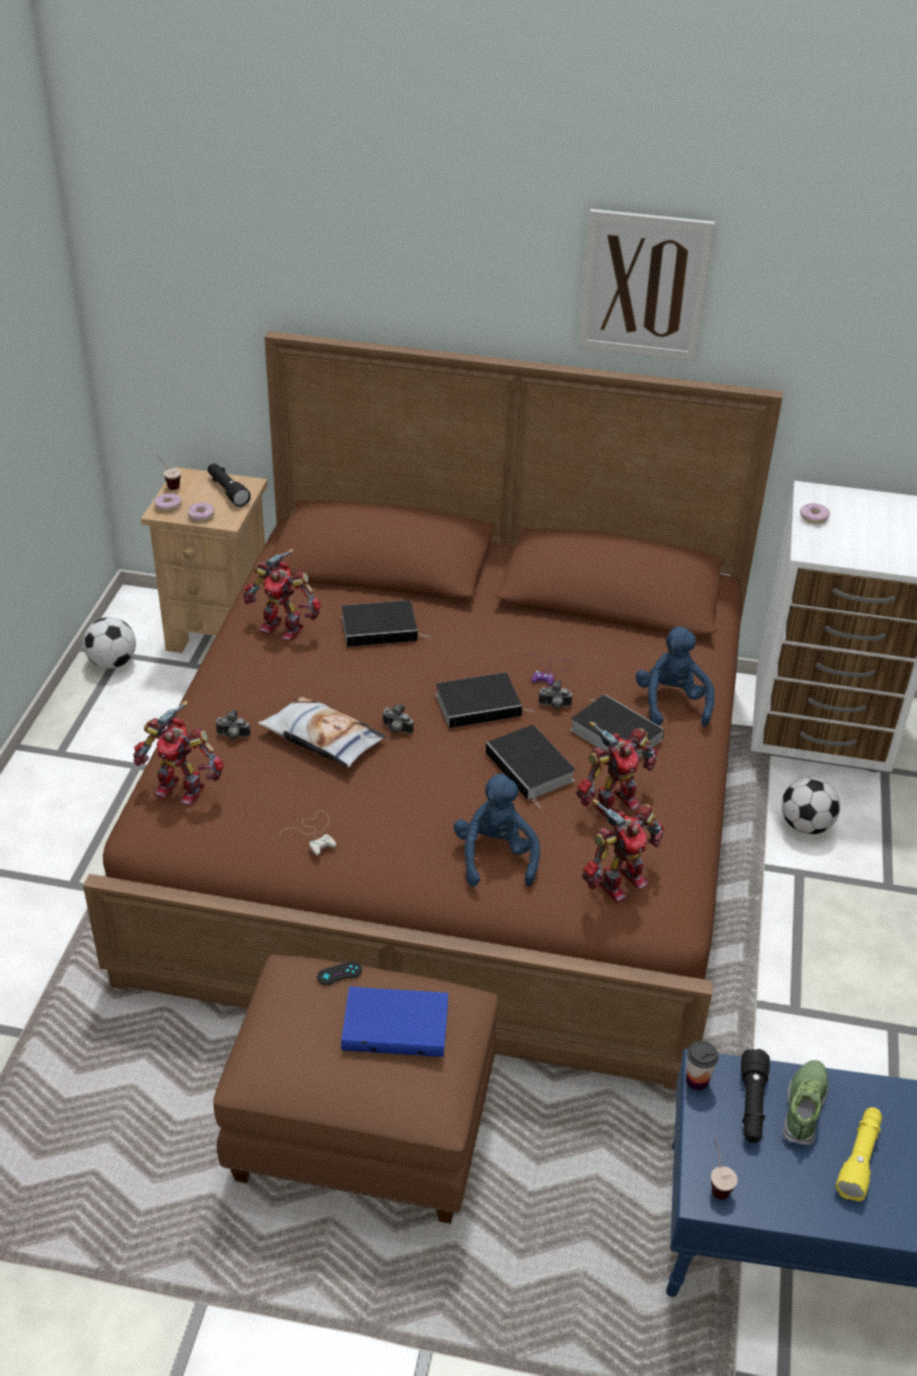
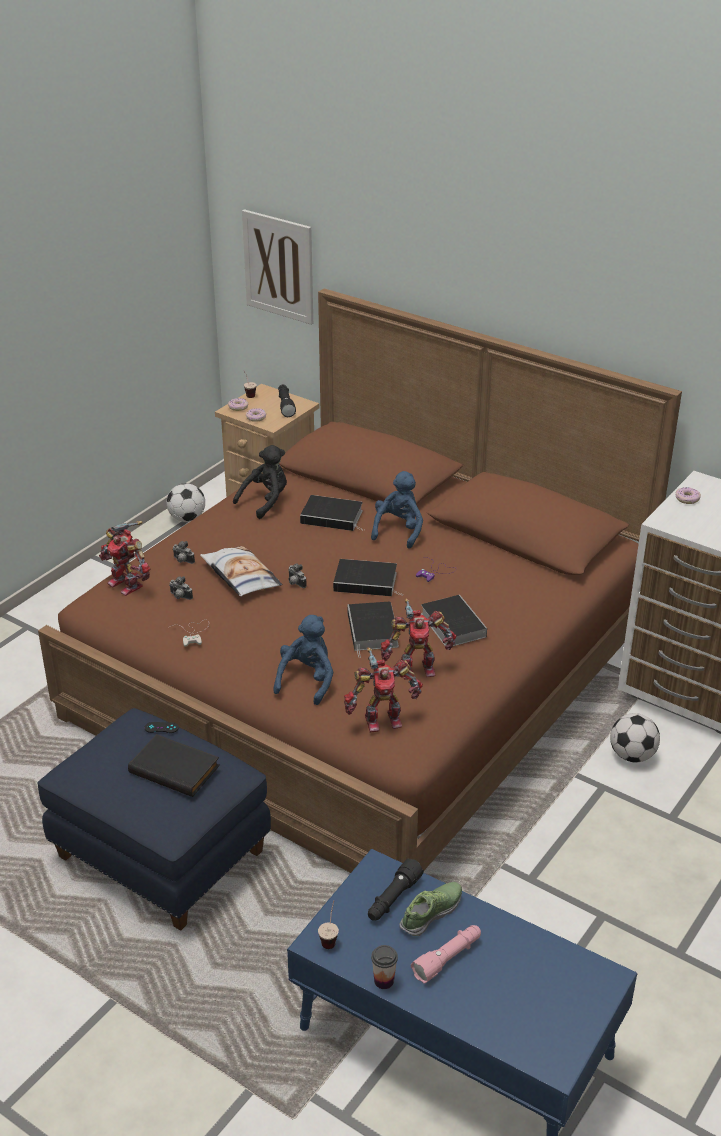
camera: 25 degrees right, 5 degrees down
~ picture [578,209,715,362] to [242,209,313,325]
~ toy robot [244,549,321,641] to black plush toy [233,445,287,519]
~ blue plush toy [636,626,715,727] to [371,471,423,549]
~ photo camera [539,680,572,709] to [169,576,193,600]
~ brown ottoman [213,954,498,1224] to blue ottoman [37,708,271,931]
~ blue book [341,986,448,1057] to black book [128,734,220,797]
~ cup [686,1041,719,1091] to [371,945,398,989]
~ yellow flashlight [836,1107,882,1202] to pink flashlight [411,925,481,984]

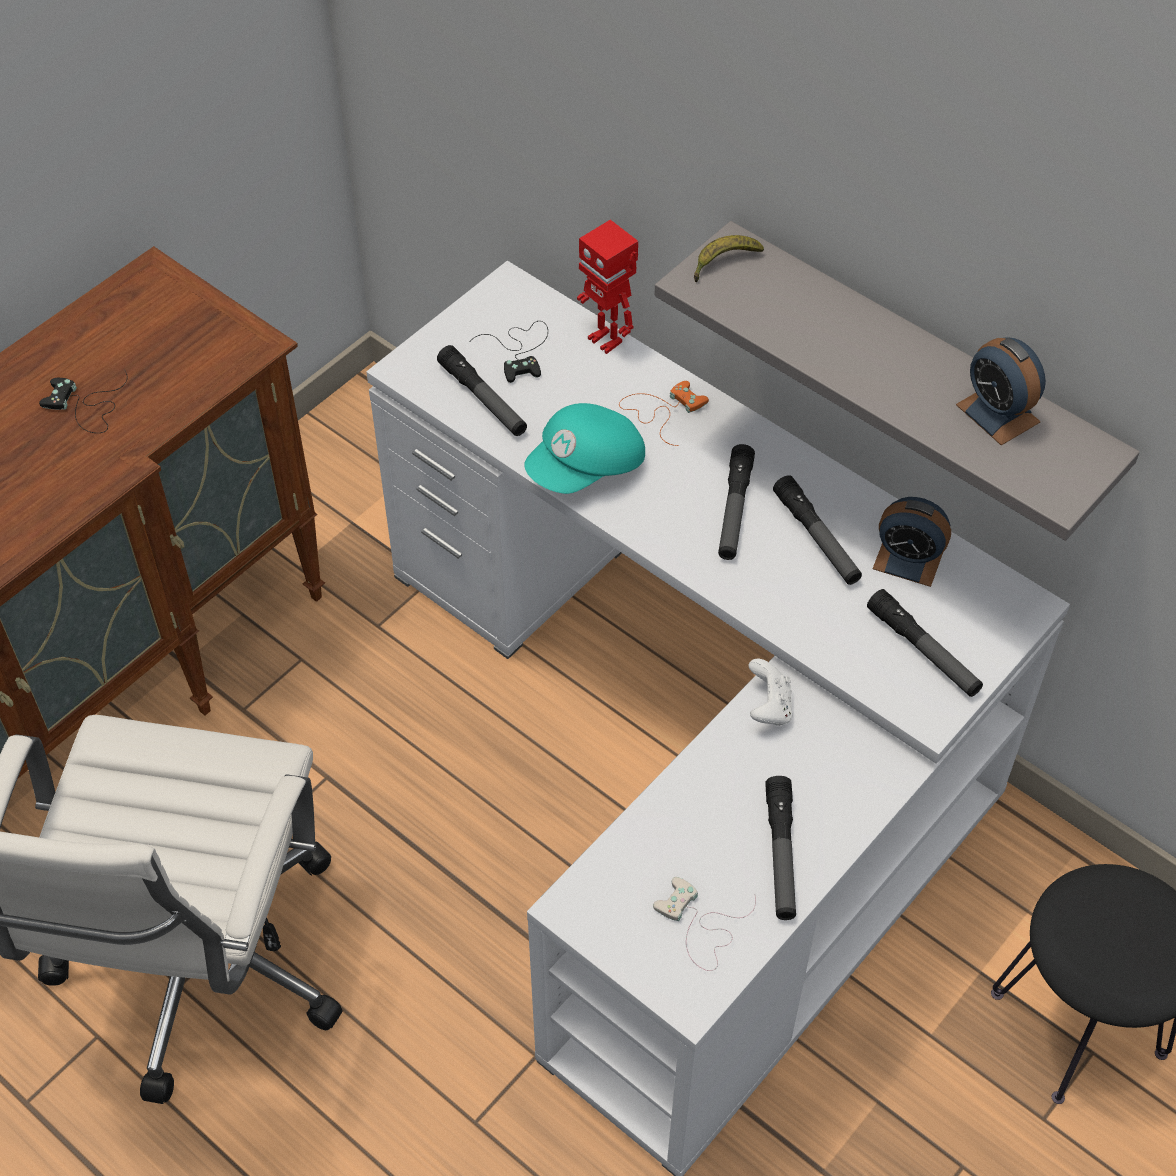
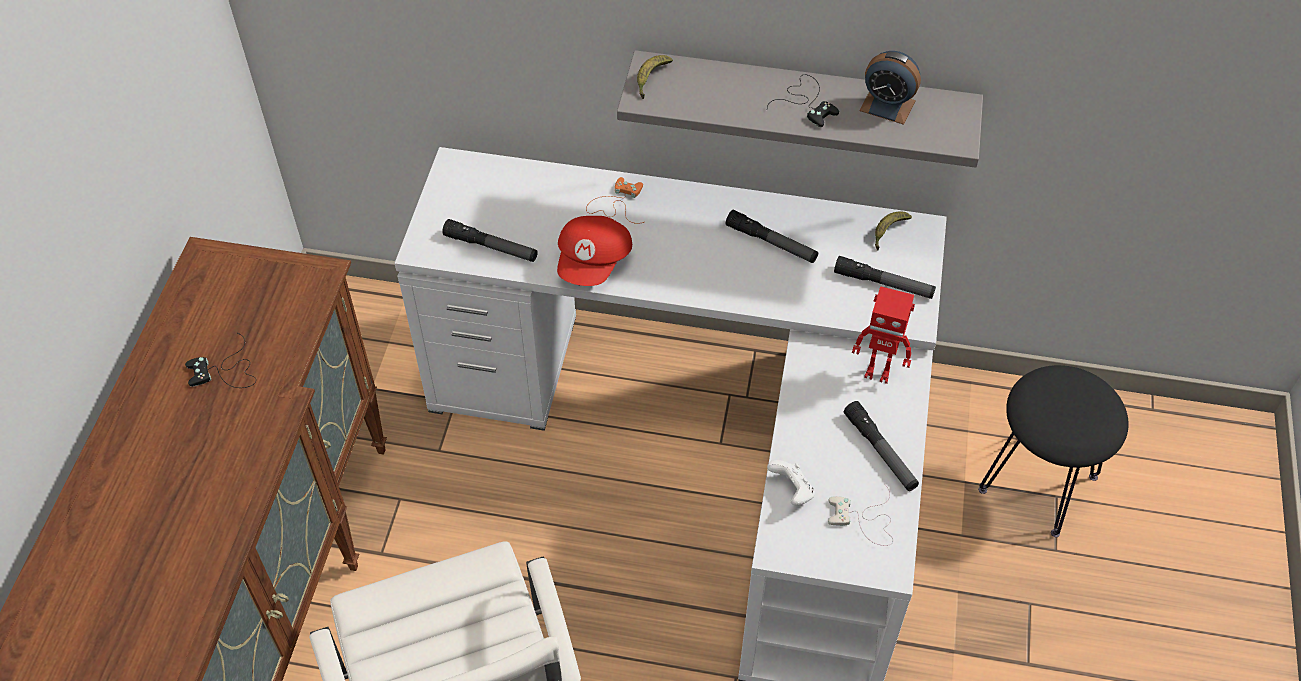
camera: 30 degrees left, 0 degrees up
~ toy robot [577,220,638,354] to [852,286,915,384]
~ black game controller [469,321,548,383] to [767,74,839,127]
~ turquoise cap [524,403,645,494] to red cap [557,216,632,286]
- flashlight [718,444,755,560]
- alarm clock [873,497,951,587]
~ white game controller [749,658,793,726] to [767,460,815,506]
+ banana [875,211,912,251]

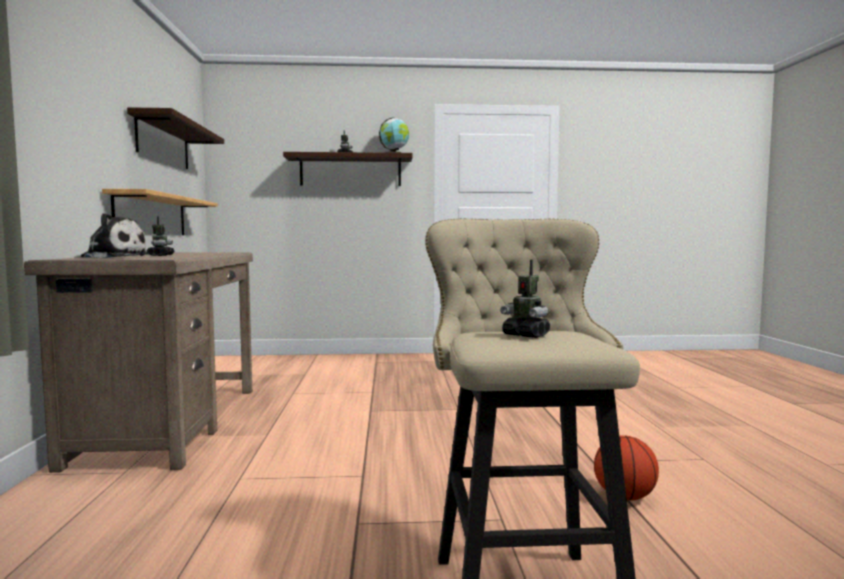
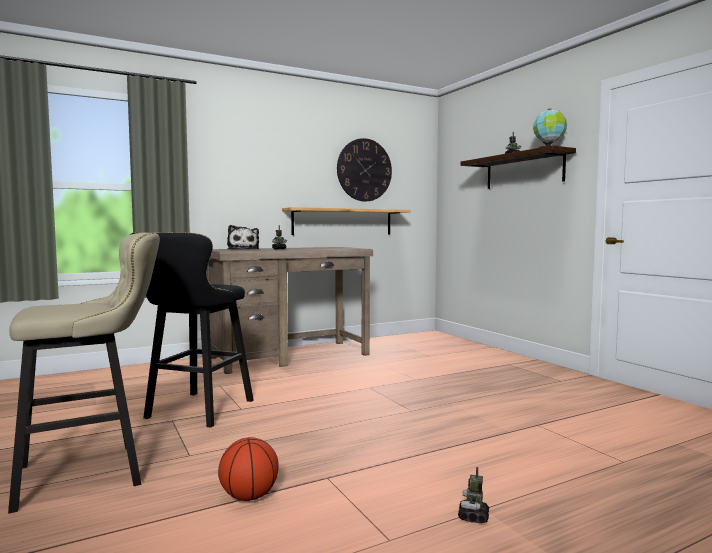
camera: 65 degrees right, 0 degrees up
~ shelf [127,107,224,169] to wall clock [337,138,392,202]
~ toy robot [500,259,550,338] to [458,467,489,523]
+ black stool [130,232,254,428]

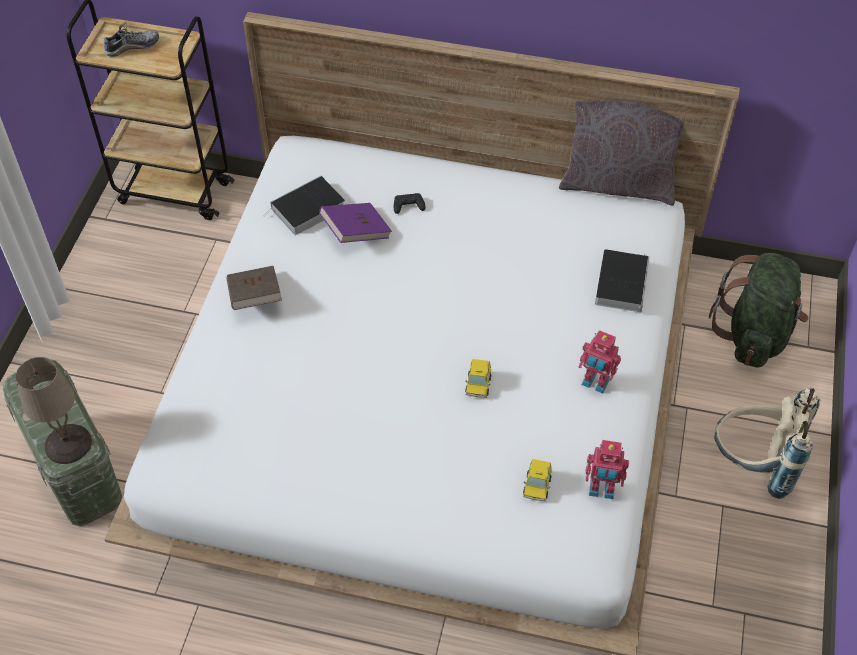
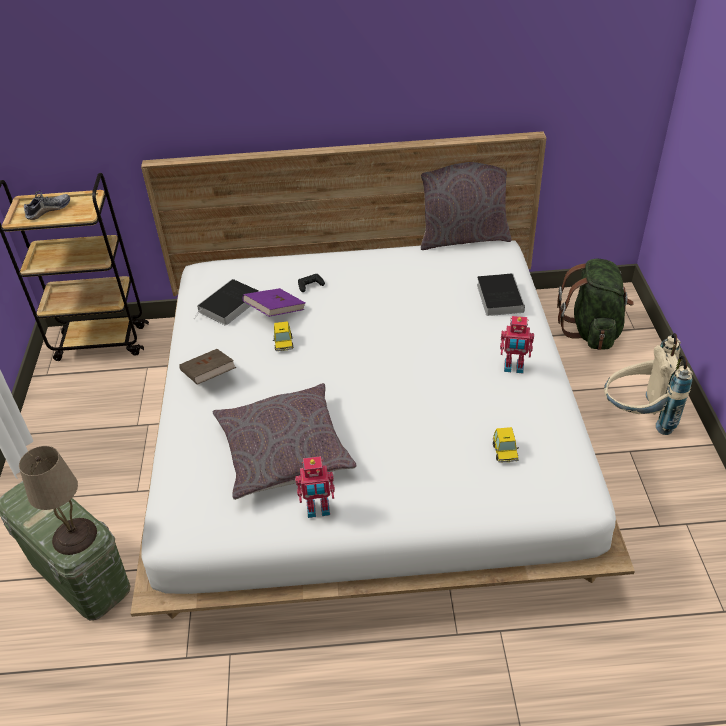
camera: 15 degrees left, 10 degrees down
~ toy car [465,359,491,398] to [273,321,294,351]
~ toy robot [585,440,629,499] to [295,456,335,518]
+ grey pillow [213,383,357,500]

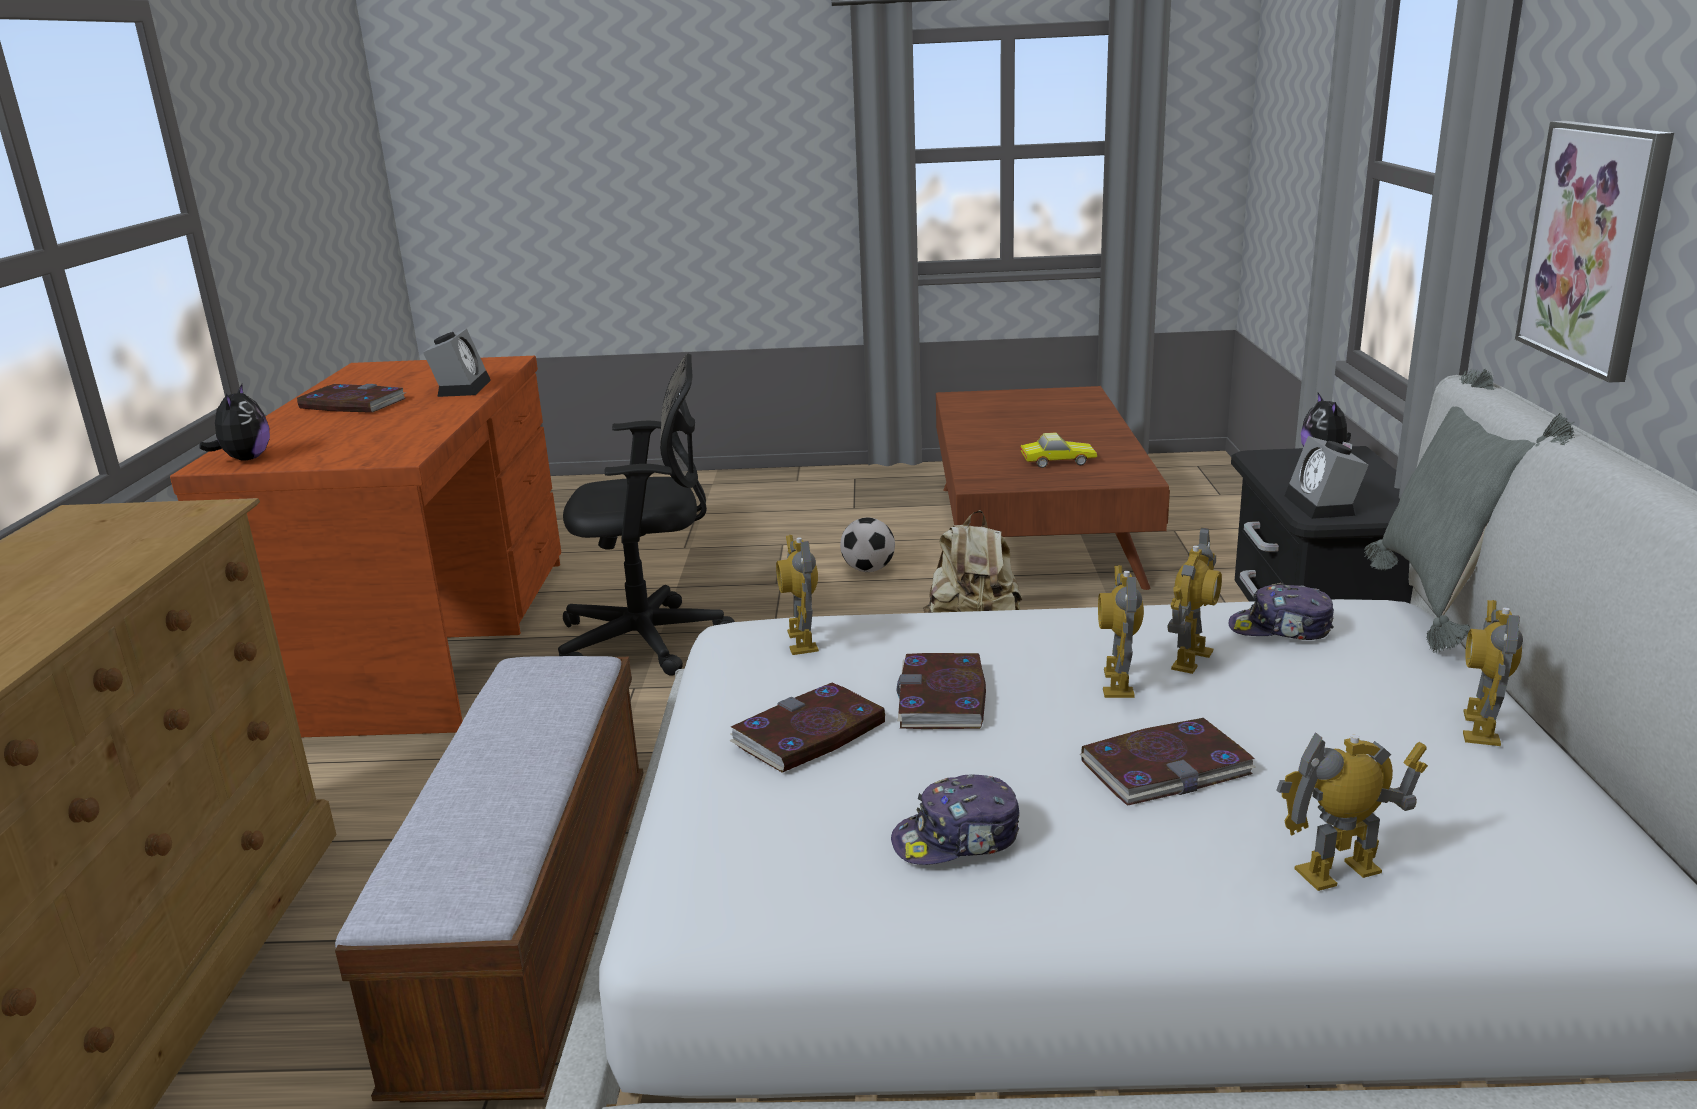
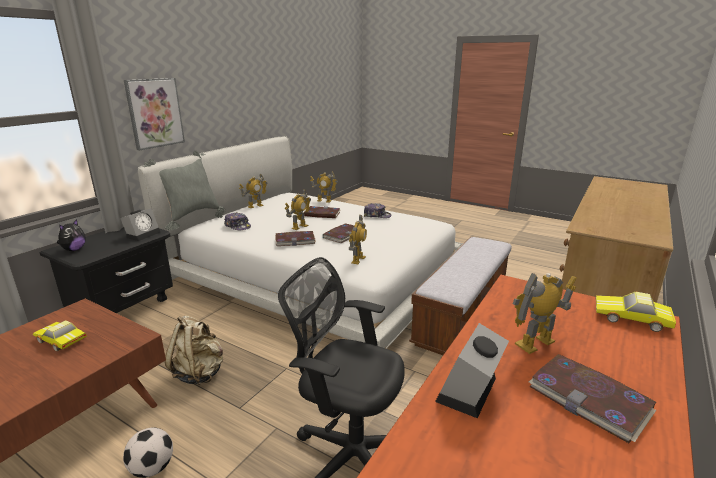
camera: 150 degrees left, 0 degrees up
~ plush toy [199,384,270,461] to toy car [596,291,676,332]
~ toy robot [1168,527,1222,674] to [513,273,576,354]
~ book [729,683,886,772] to [275,231,316,246]

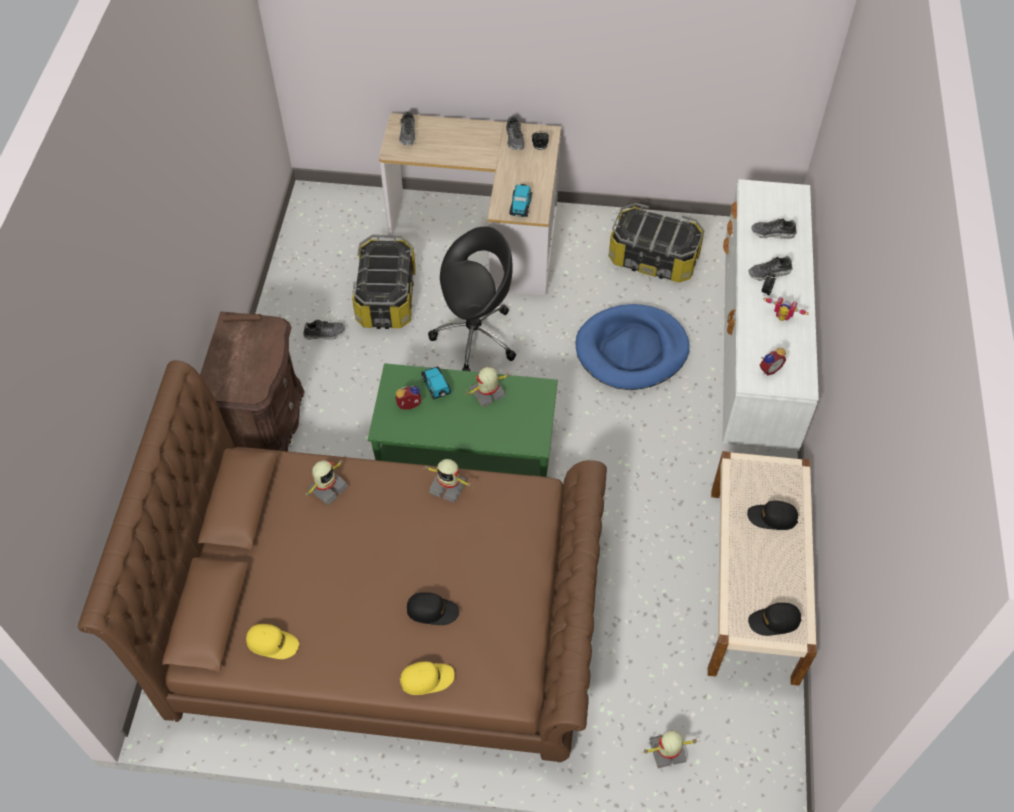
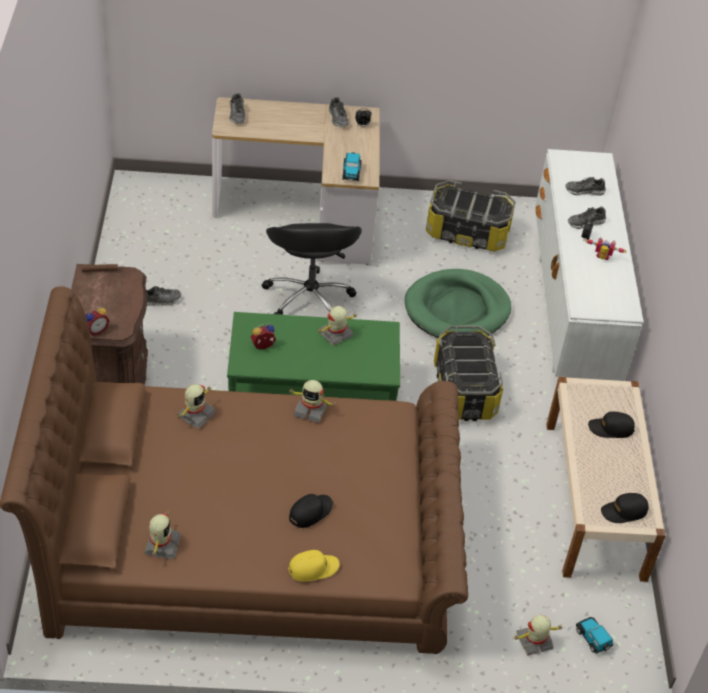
camera: 10 degrees left, 10 degrees down
~ black office chair [428,227,516,371] = [262,223,362,315] 105 degrees clockwise
~ storage box [352,235,416,329] to [434,326,503,421]
~ blue dog bed [575,304,690,390] to green dog bed [405,269,511,338]
~ alarm clock [760,347,786,376] to [86,306,110,335]
~ toy car [421,366,451,399] to [576,617,613,654]
~ black cap [407,592,459,625] = [289,494,333,528] 45 degrees counterclockwise
~ yellow cap [246,624,299,659] to toy robot [144,509,181,559]

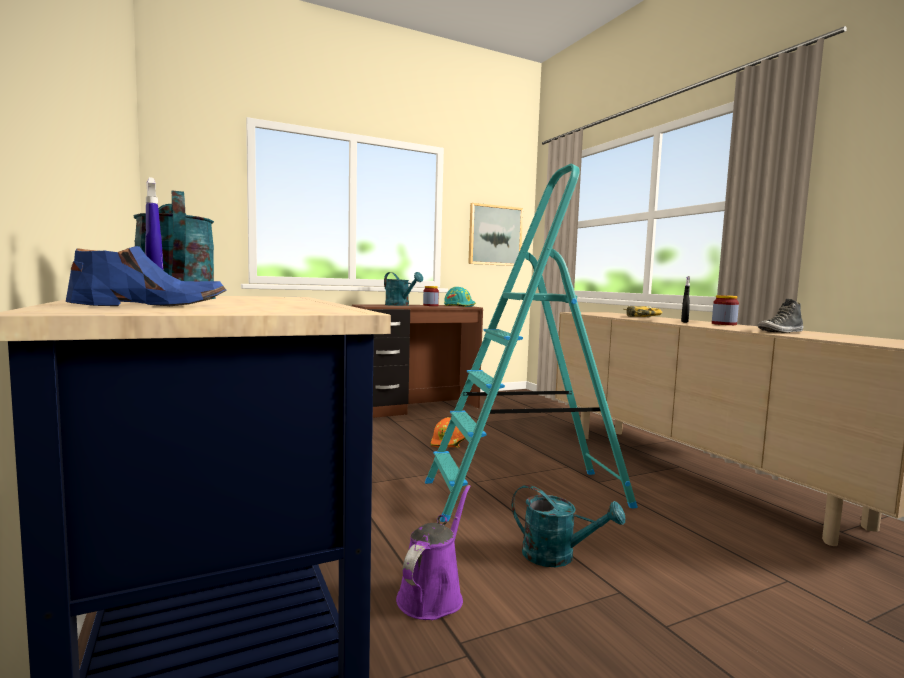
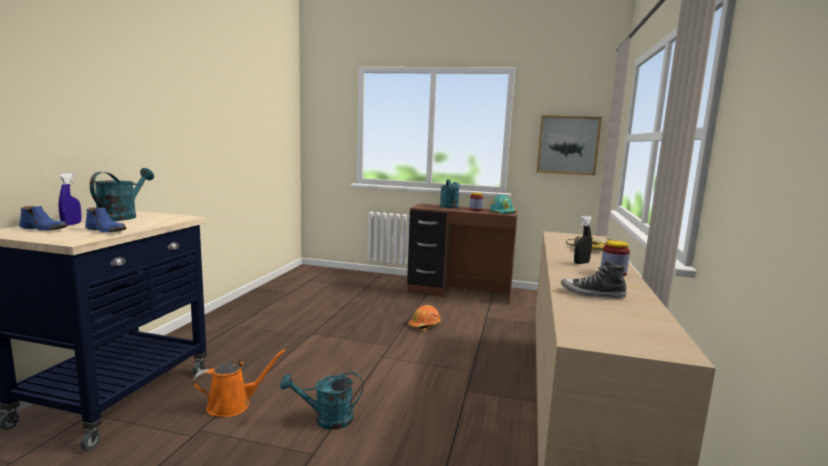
camera: 40 degrees right, 5 degrees up
- turquoise step ladder [425,164,638,522]
~ purple watering can [396,485,471,620] to orange watering can [193,349,286,417]
~ turquoise watering can [512,485,625,567] = [280,372,363,430] 105 degrees clockwise
+ blue shoe [85,208,126,232]

